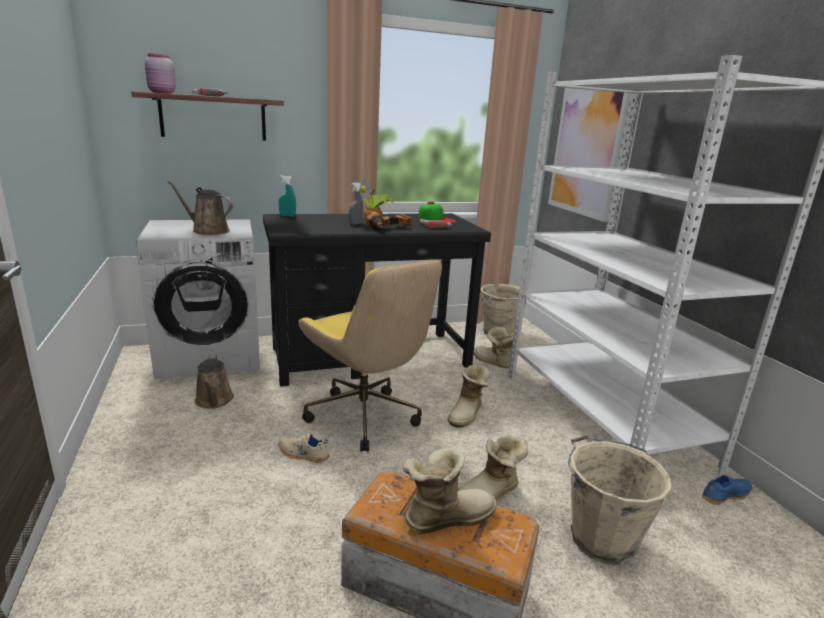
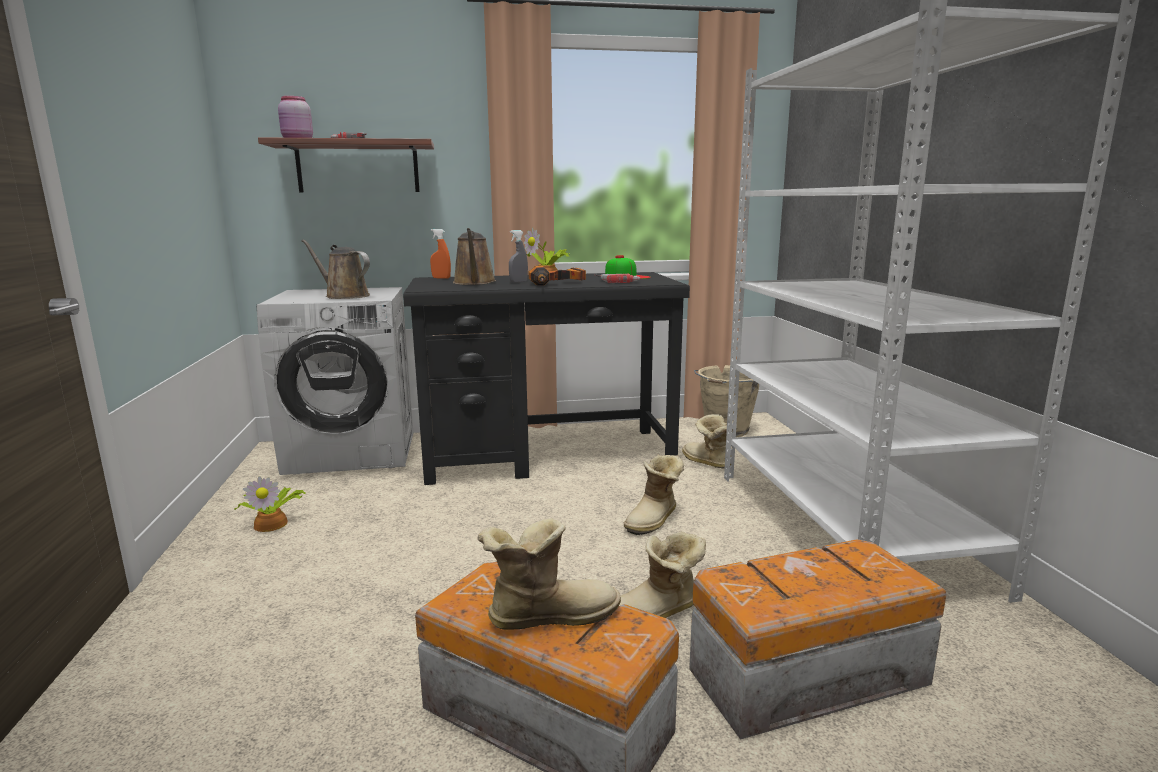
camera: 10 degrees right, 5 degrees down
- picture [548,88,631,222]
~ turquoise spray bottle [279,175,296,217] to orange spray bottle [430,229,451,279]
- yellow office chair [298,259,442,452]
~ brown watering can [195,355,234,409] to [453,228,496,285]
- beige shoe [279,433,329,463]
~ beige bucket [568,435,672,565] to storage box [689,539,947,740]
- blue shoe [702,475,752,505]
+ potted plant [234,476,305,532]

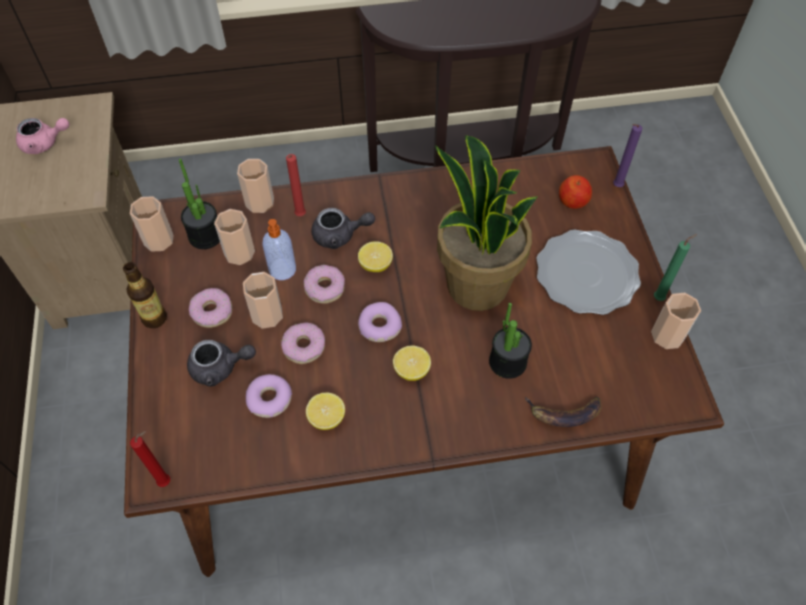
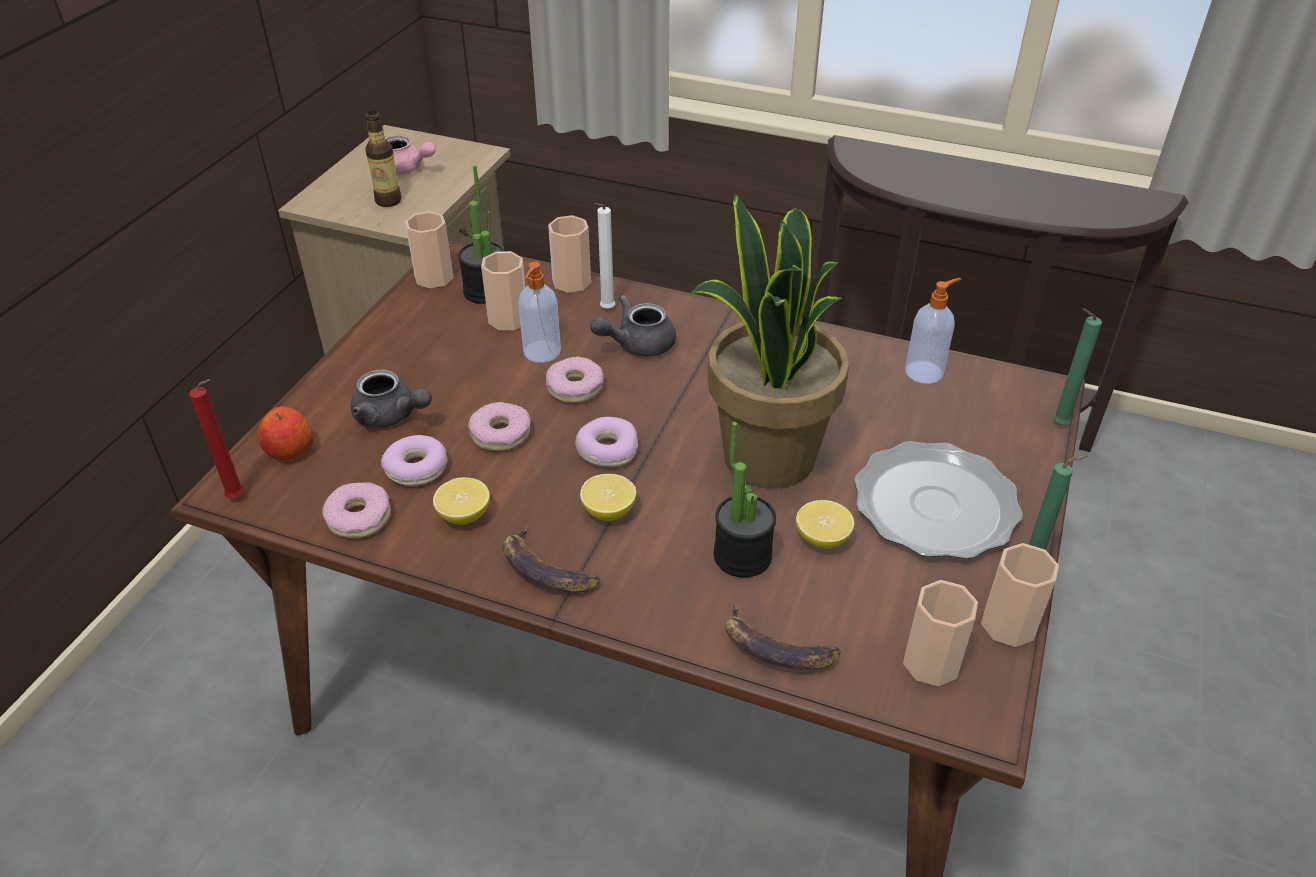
camera: 30 degrees right, 15 degrees down
~ purple candle [613,124,642,187] to green candle [1053,308,1102,425]
~ red candle [286,154,306,216] to white candle [595,203,615,309]
~ apple [559,175,592,209] to [257,406,313,461]
~ grey teapot [311,208,375,249] = [590,295,676,357] 120 degrees clockwise
~ lemon [358,241,393,272] to [796,500,854,549]
~ bottle [123,262,167,328] to [365,111,402,207]
~ cup [243,272,283,329] to [903,580,978,686]
~ donut [189,288,232,328] to [322,482,391,538]
+ soap dispenser [905,278,961,384]
+ banana [503,526,600,593]

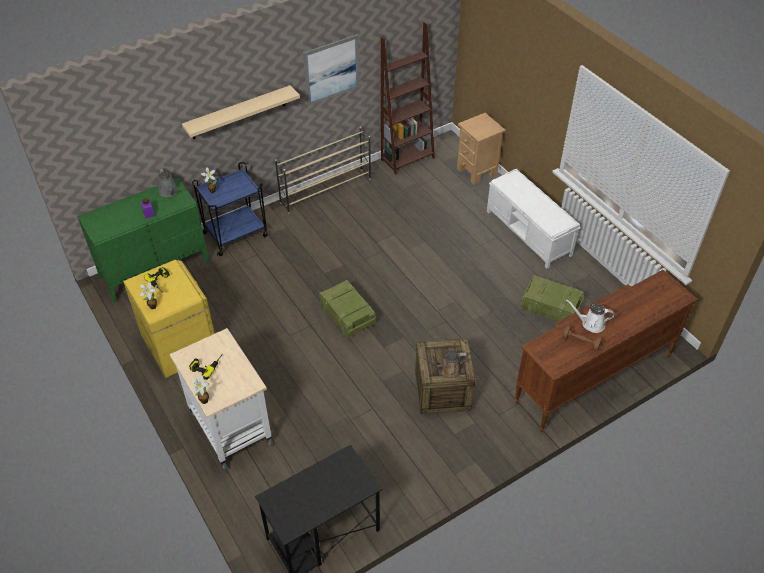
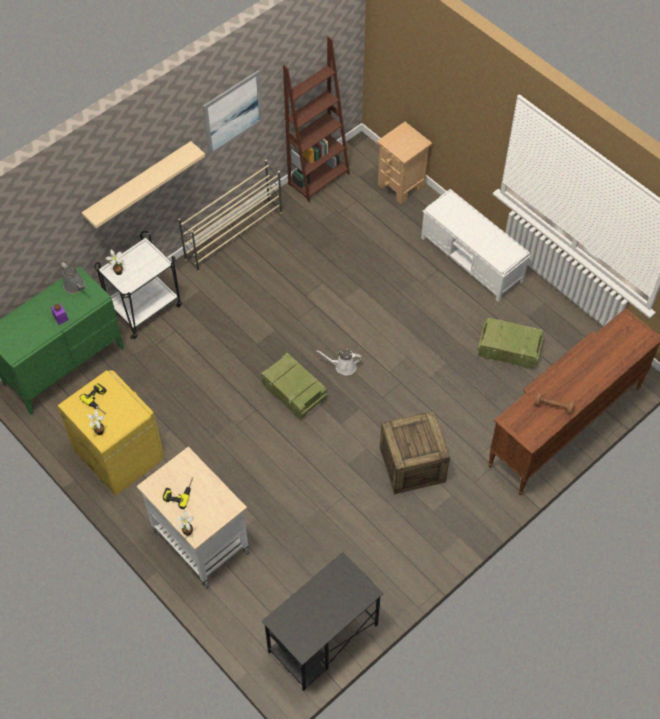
camera: 10 degrees left, 10 degrees up
~ blue cart [192,162,268,256] to white cart [94,231,182,340]
~ white watering can [566,300,615,333] to [316,349,362,375]
- brown watering can [421,351,468,378]

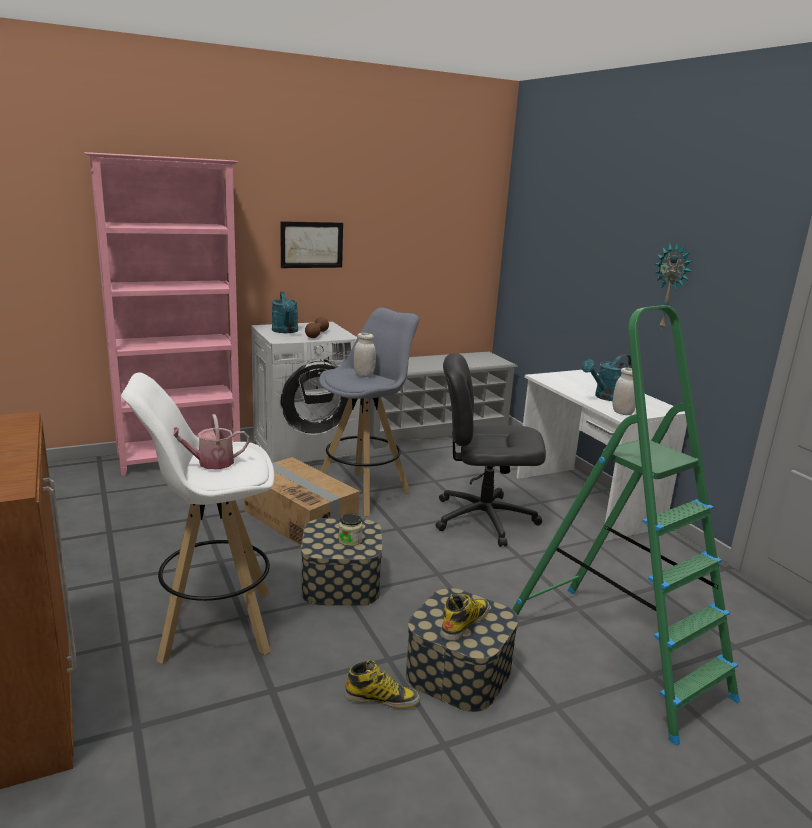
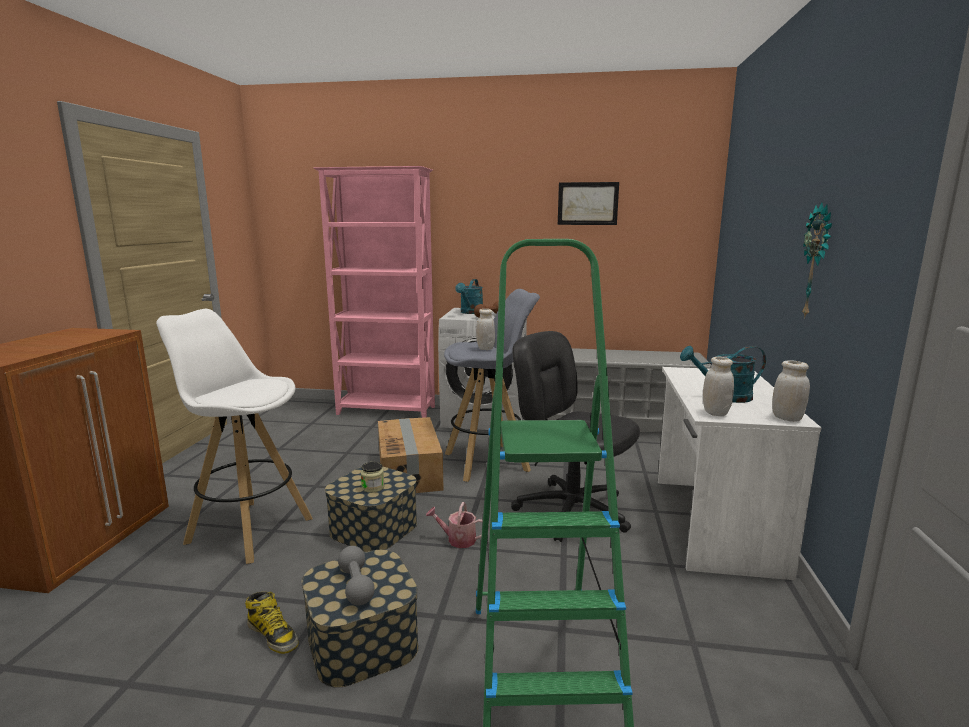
camera: 35 degrees right, 5 degrees down
~ picture [280,221,343,268] to [558,182,619,225]
~ watering can [173,414,249,469] to [426,502,489,548]
~ boot [440,594,490,641] to grey dumbbell [338,546,375,606]
+ white jar [772,360,810,422]

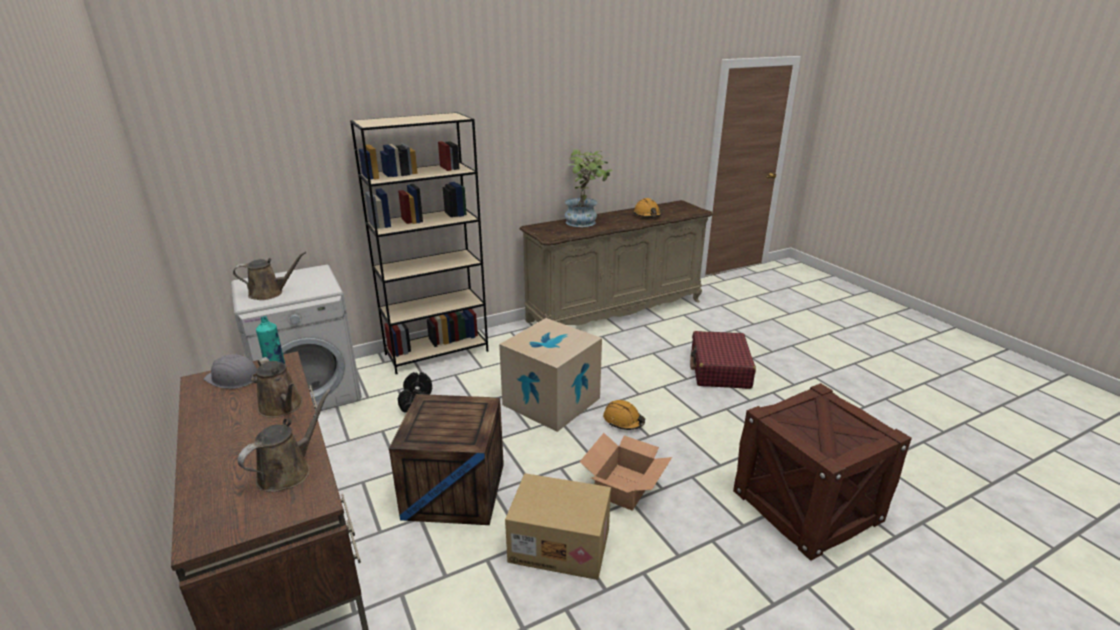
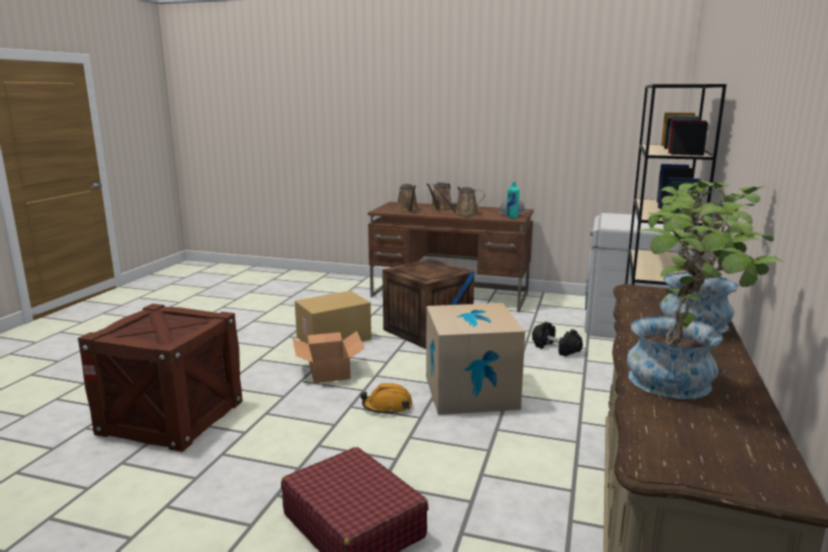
camera: 135 degrees right, 10 degrees down
~ orange hard hat [633,198,661,217] to potted plant [627,197,784,399]
~ brown watering can [233,252,306,300] to [426,182,452,211]

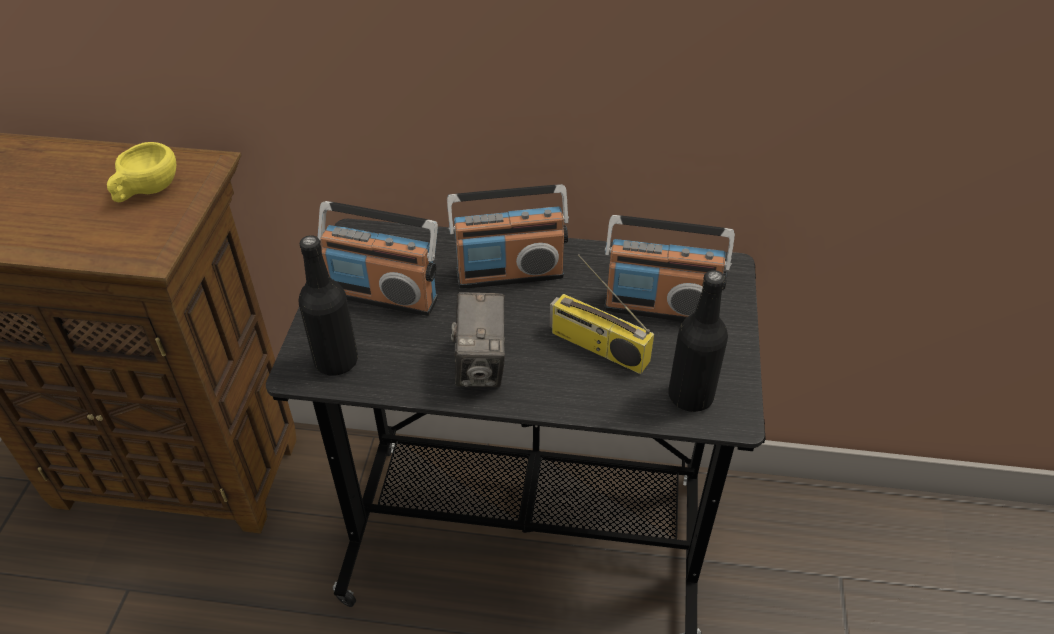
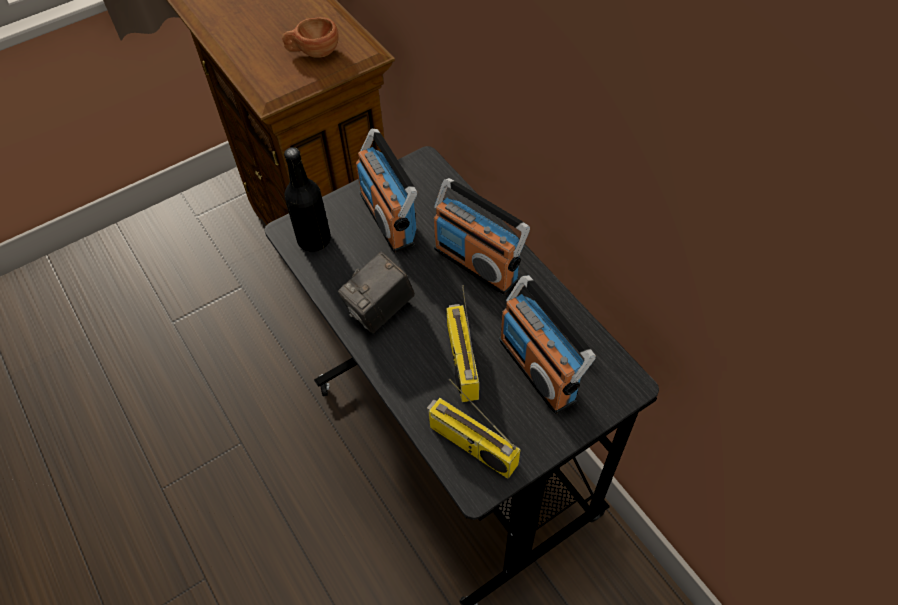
camera: 50 degrees right, 10 degrees up
~ yellow cup [107,142,176,202] to brown cup [282,17,339,58]
~ black bottle [668,270,728,412] to radio [427,378,520,479]

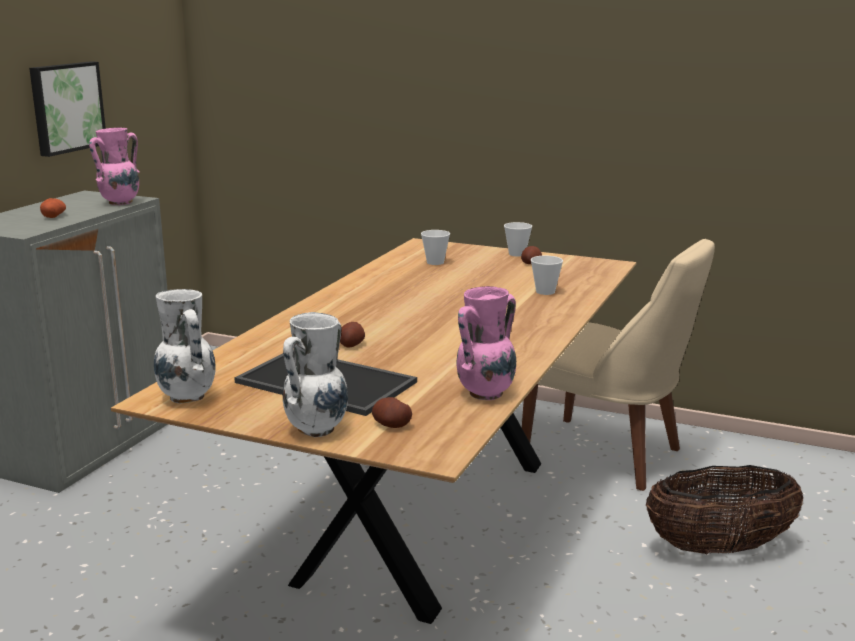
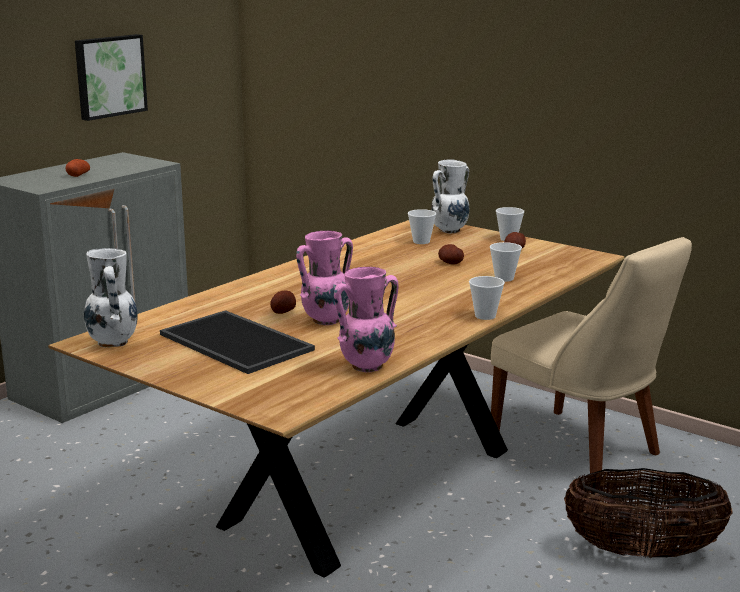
camera: 15 degrees right, 0 degrees up
~ pink vase [89,128,140,205] to [296,231,353,325]
~ white vase [283,312,348,437] to [431,159,469,233]
~ potato [372,397,412,428] to [438,244,464,265]
+ cup [469,276,505,320]

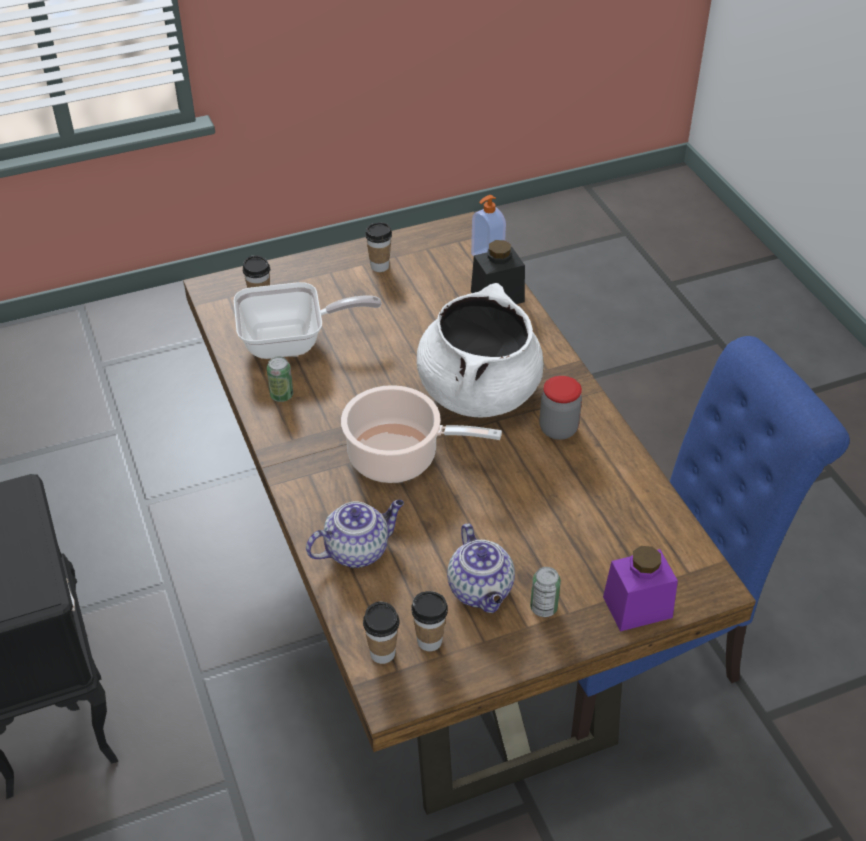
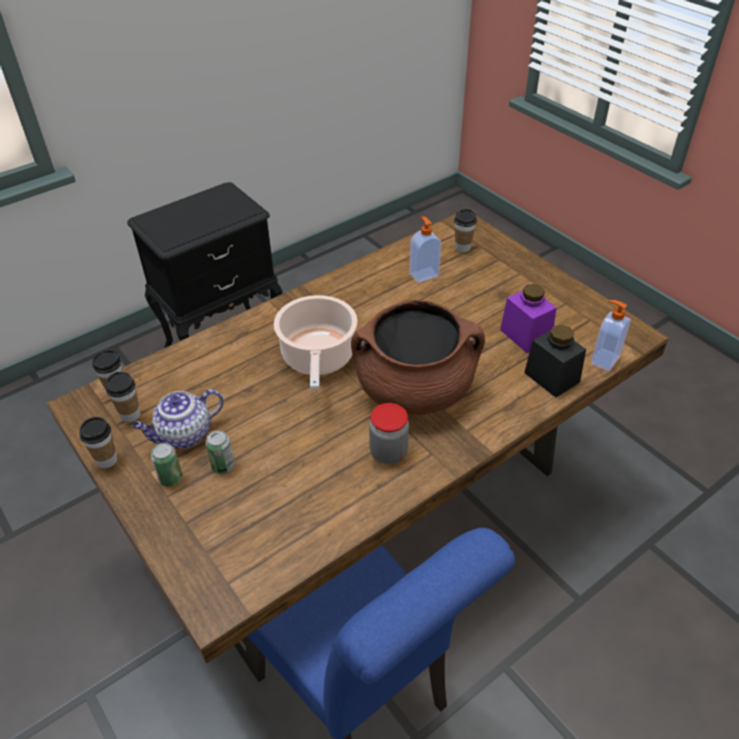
camera: 75 degrees right, 0 degrees up
~ cup [365,222,392,272] to [79,417,117,468]
~ frying pan [234,282,382,359] to soap dispenser [409,216,441,283]
~ white cooking pot [417,283,544,417] to brown cooking pot [351,300,485,415]
~ can [267,356,293,402] to [205,430,235,474]
- teapot [306,500,404,568]
~ purple jar [603,546,678,631] to [500,284,557,353]

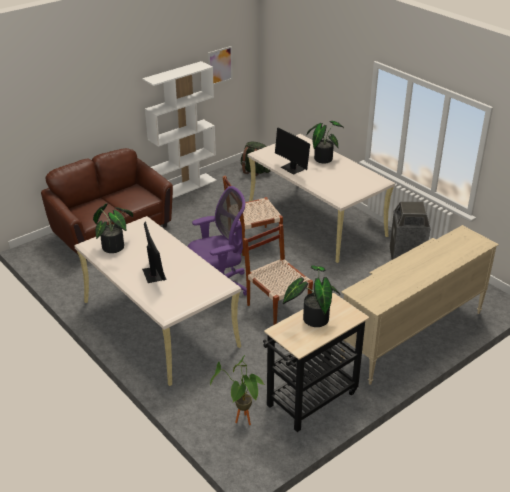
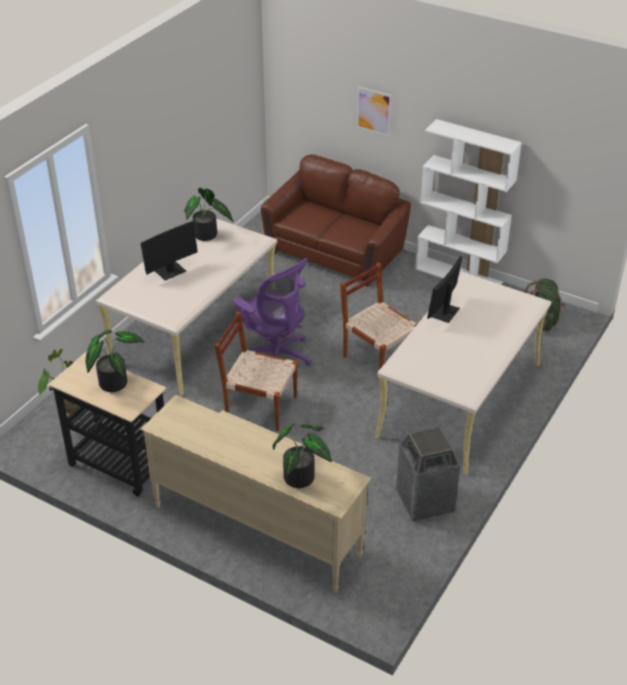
camera: 70 degrees right, 5 degrees up
~ picture [208,46,233,85] to [356,86,392,137]
~ potted plant [307,121,344,163] to [273,423,332,488]
~ chair [243,224,313,325] = [214,312,298,431] 105 degrees counterclockwise

